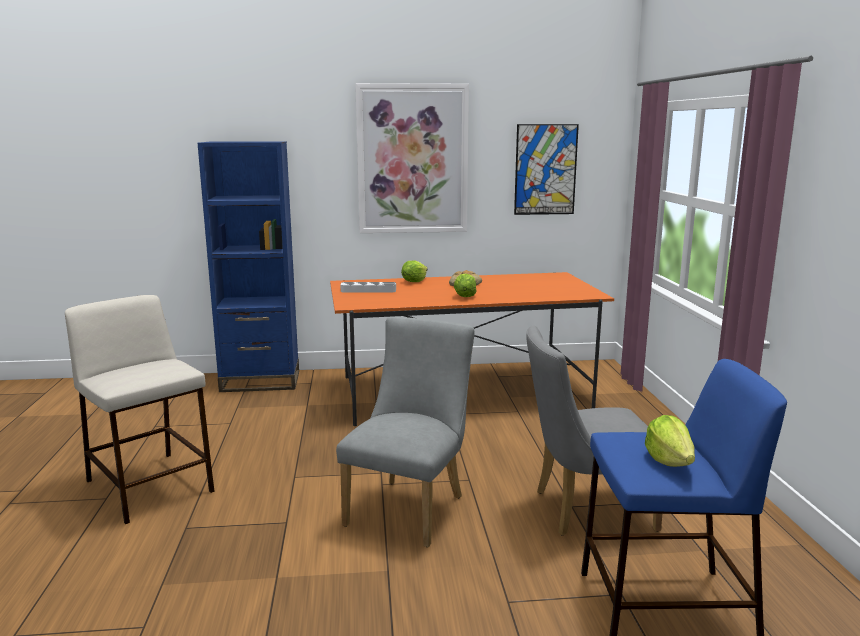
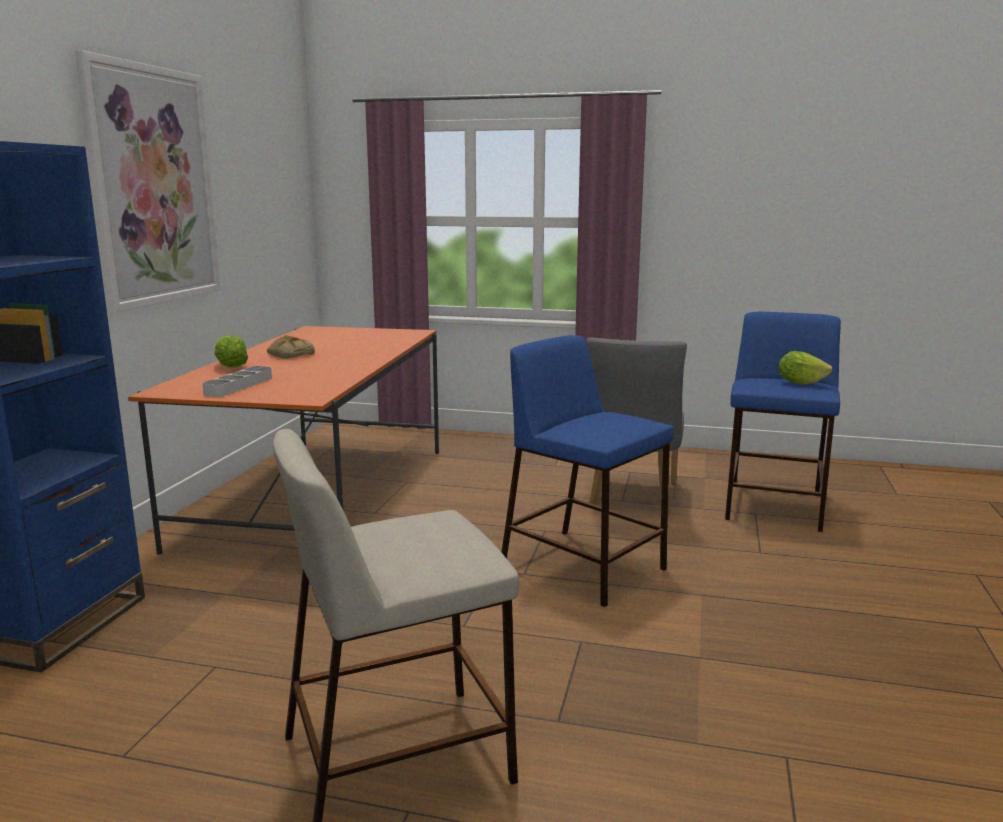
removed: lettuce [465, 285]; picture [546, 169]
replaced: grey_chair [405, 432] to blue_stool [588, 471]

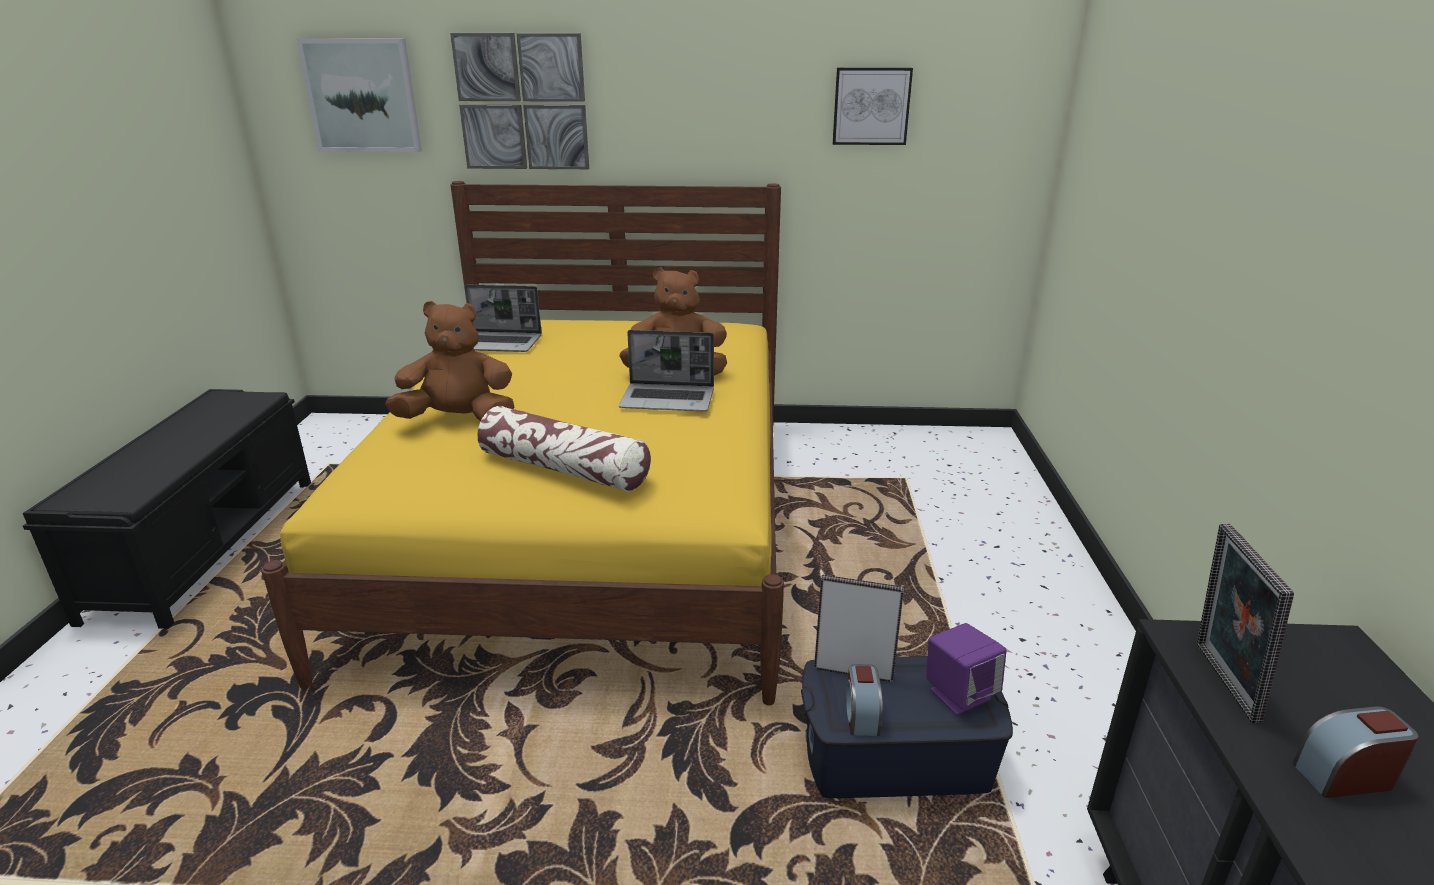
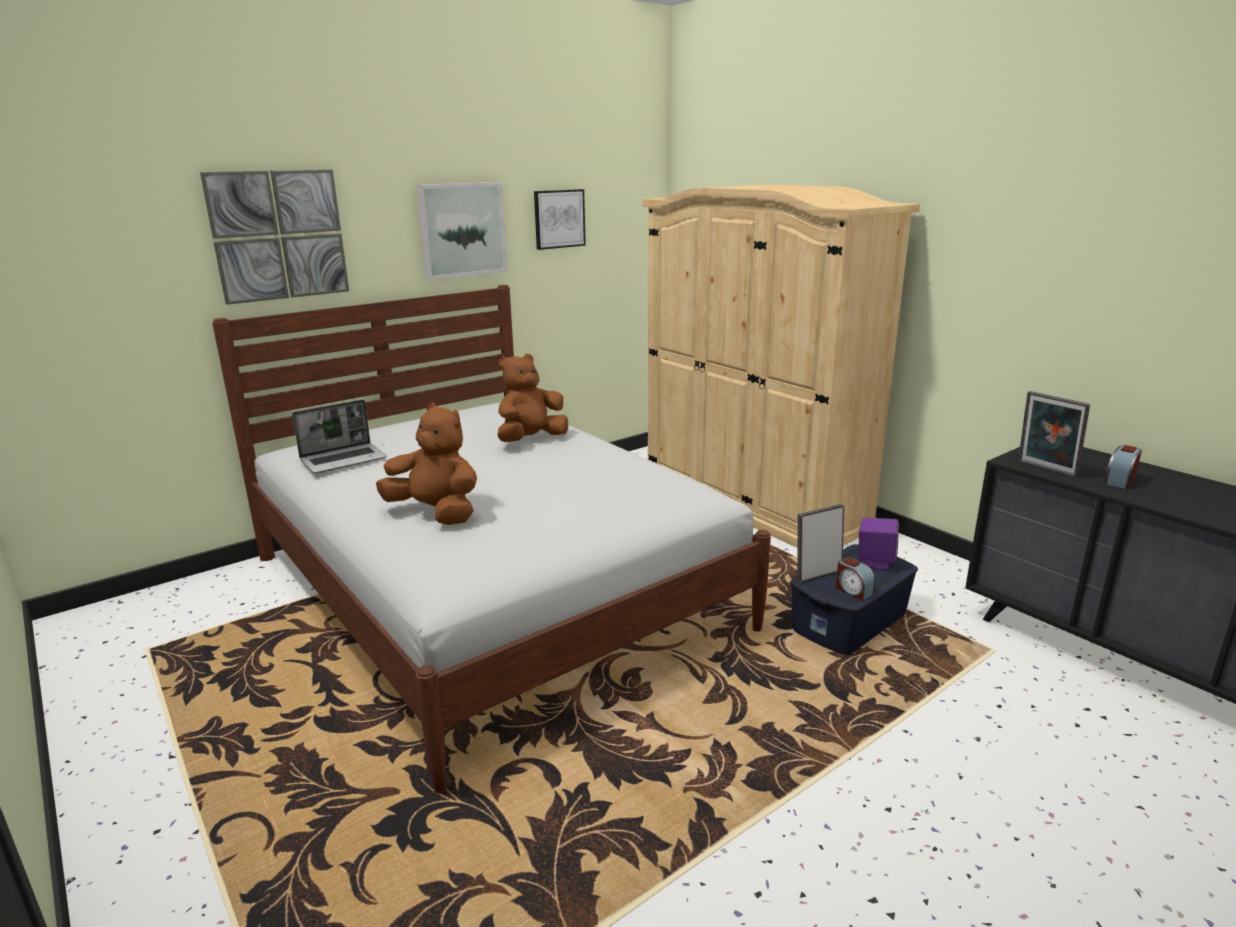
removed: black_bench [167, 509]; pillow [564, 449]; laptop [666, 370]
added: beige_wardrobe [781, 366]
moved: picture [359, 95] to [462, 231]
recoloured: yellow_bed [523, 443] to white_bed [491, 539]
turned: brown_plush_toy [449, 361] = [426, 463] 75 degrees clockwise

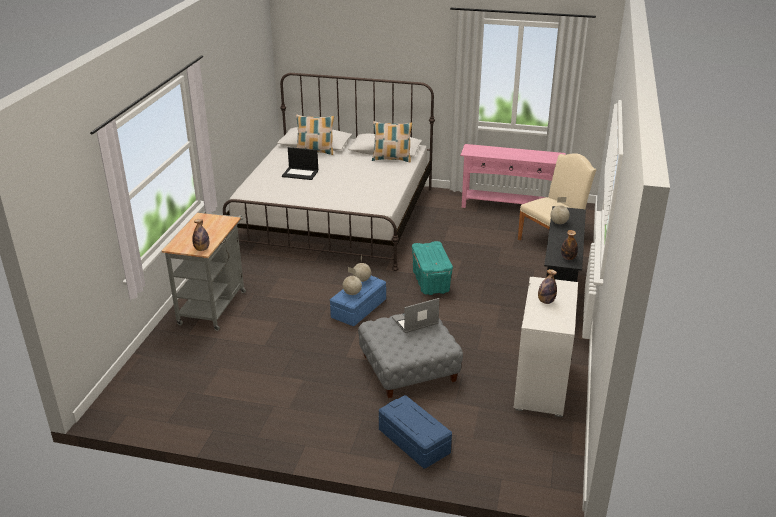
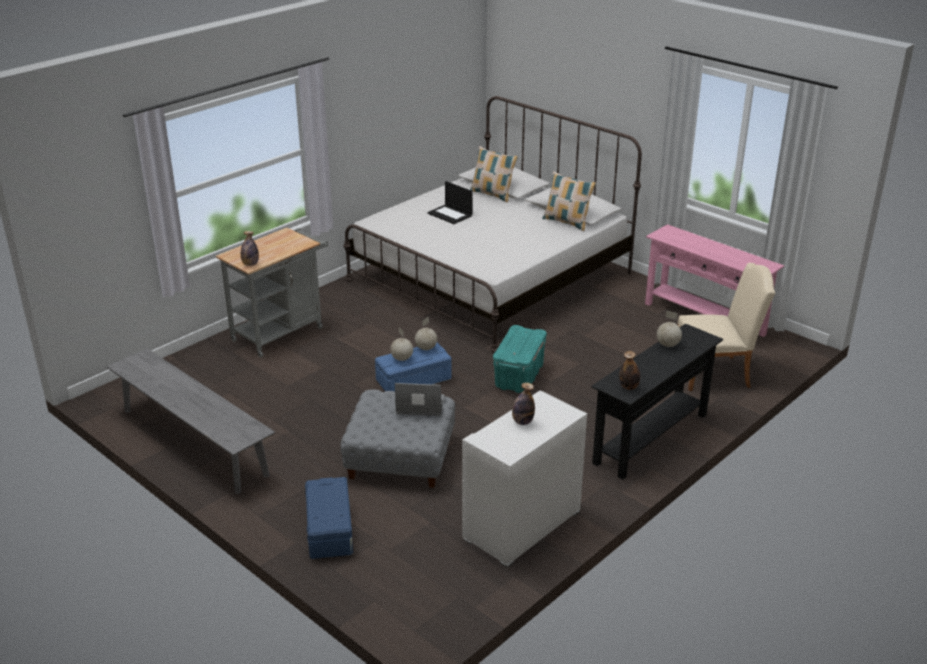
added: grey_bench [191, 421]

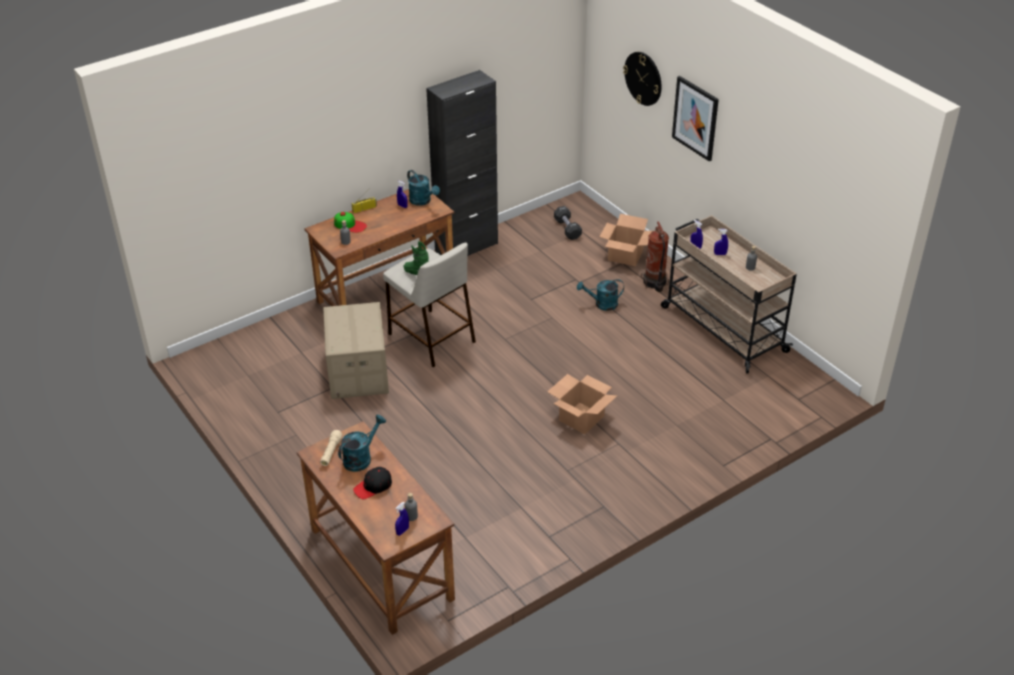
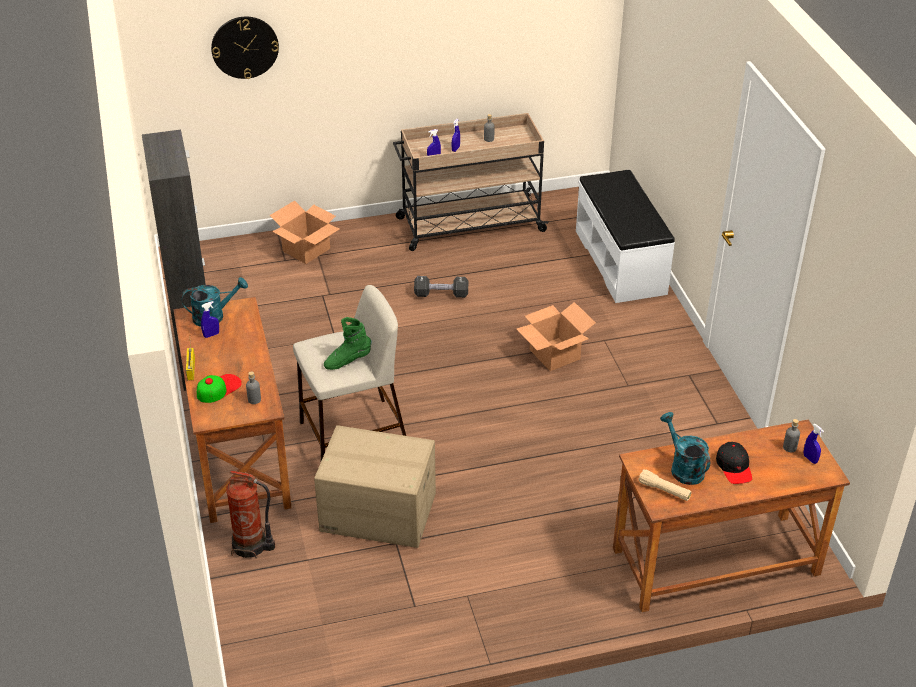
removed: turquoise_watering_can [600, 295]; picture [695, 118]
added: white_bench [625, 236]
moved: fire_extinguisher [655, 256] to [250, 515]; black_dumbbell [568, 223] to [441, 287]

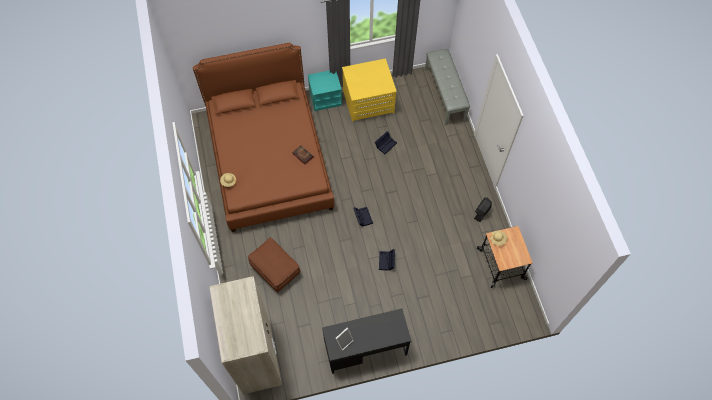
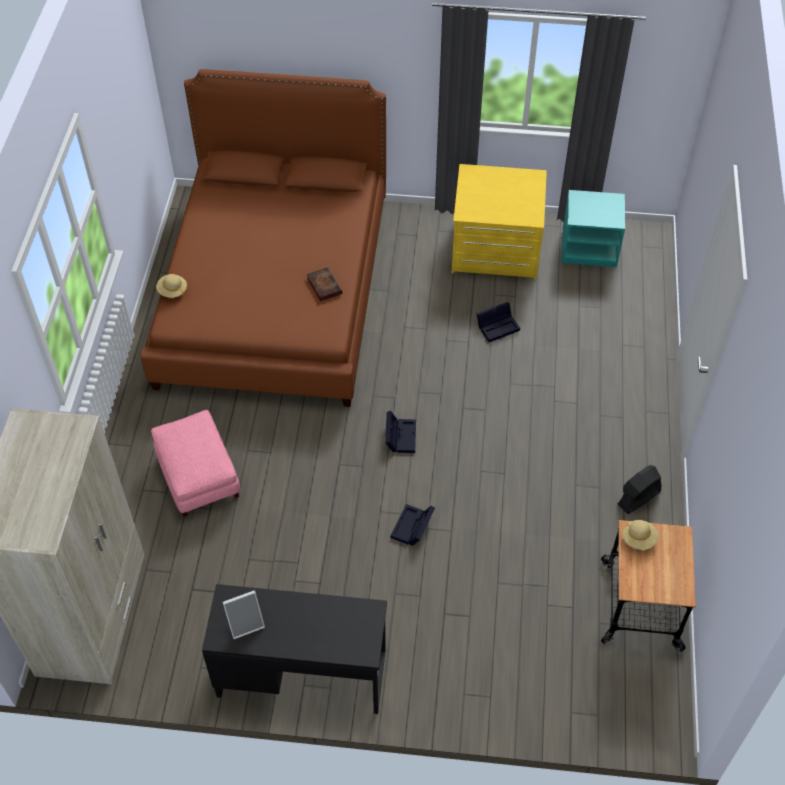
removed: grey_bench [447, 87]
moved: turquoise_nightstand [325, 90] to [593, 228]
recoloured: brown_ottoman [274, 265] to pink_ottoman [195, 463]

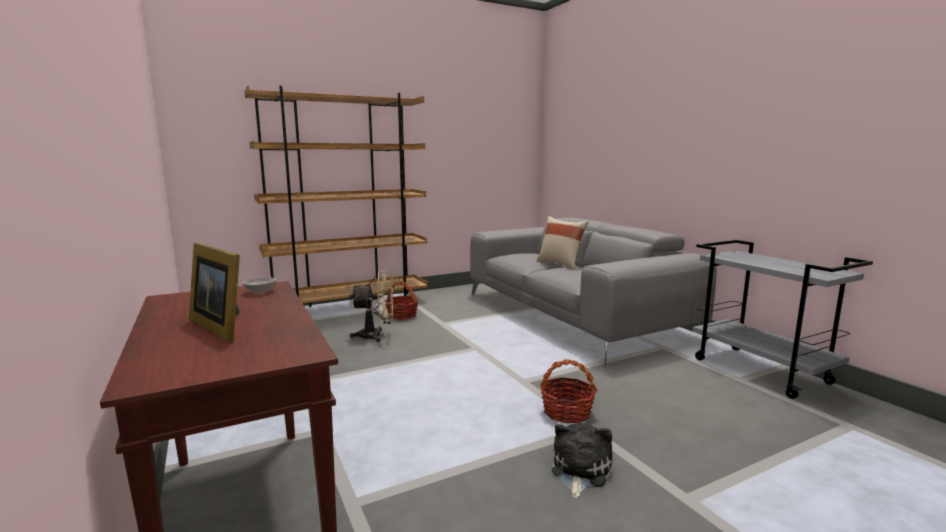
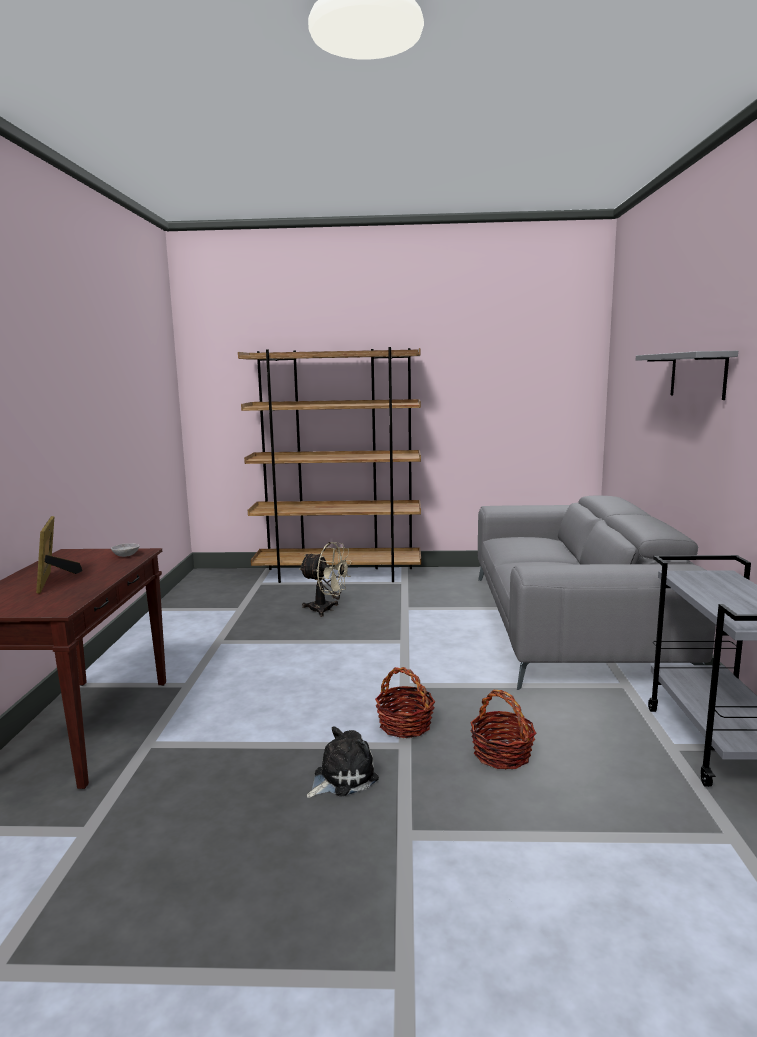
removed: beige_pillow [563, 243]
added: grey_shelf [687, 375]
moved: basket [402, 300] to [503, 729]

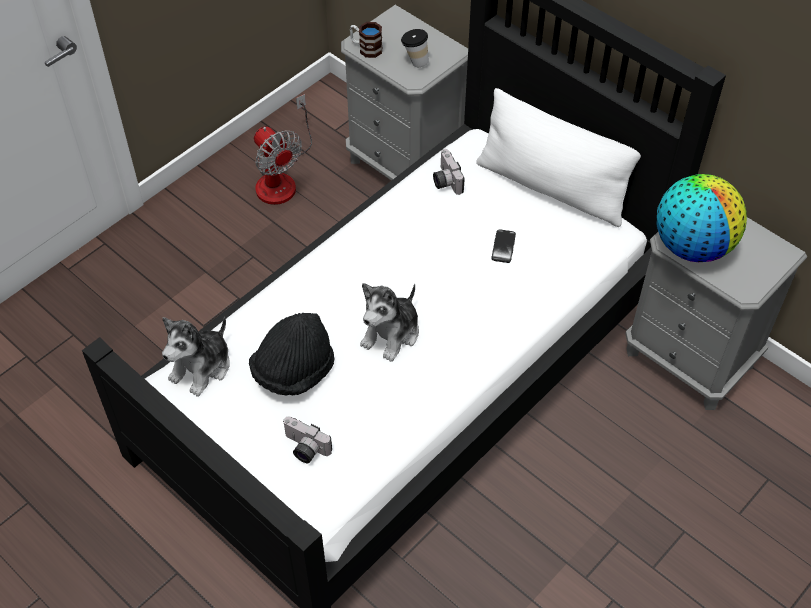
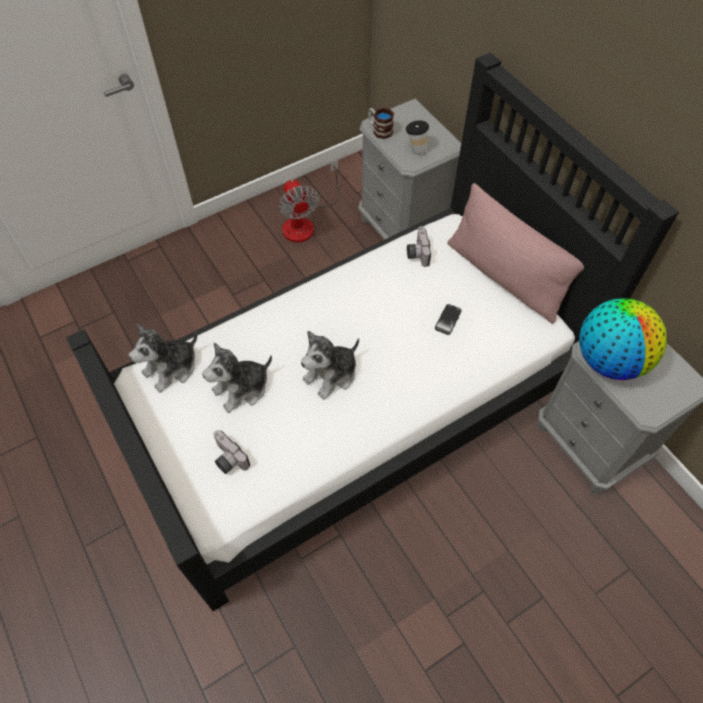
replaced: black_hat [292, 354] to plush_toy [237, 377]
recoloured: white_pillow [558, 157] to pink_pillow [515, 253]

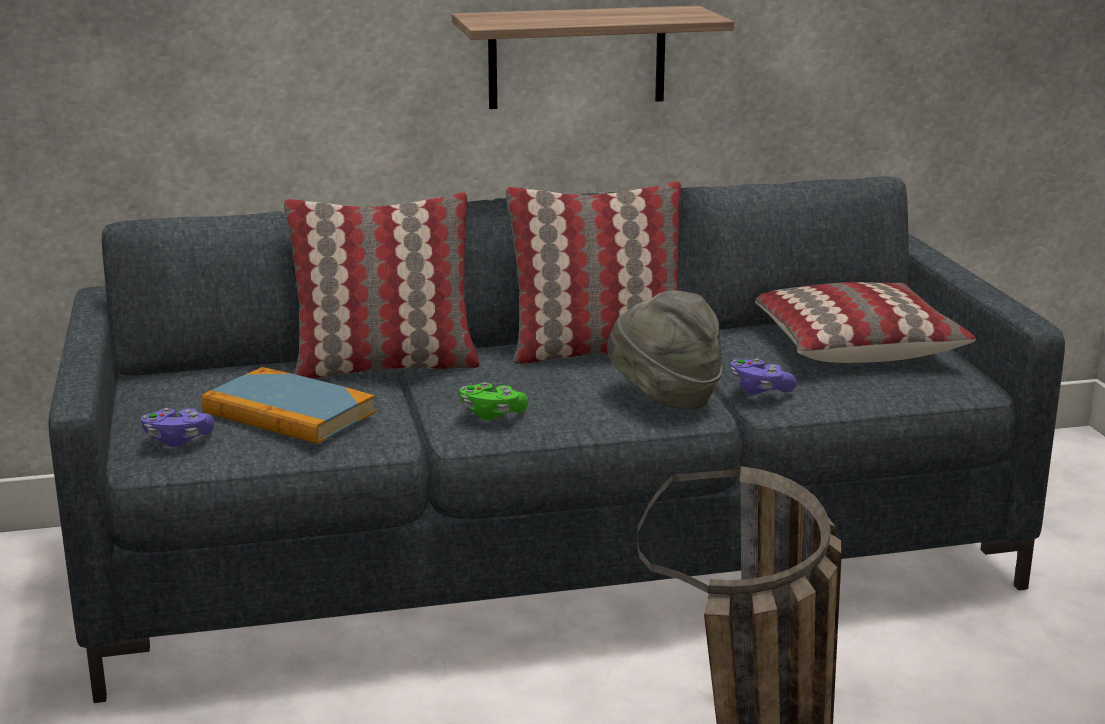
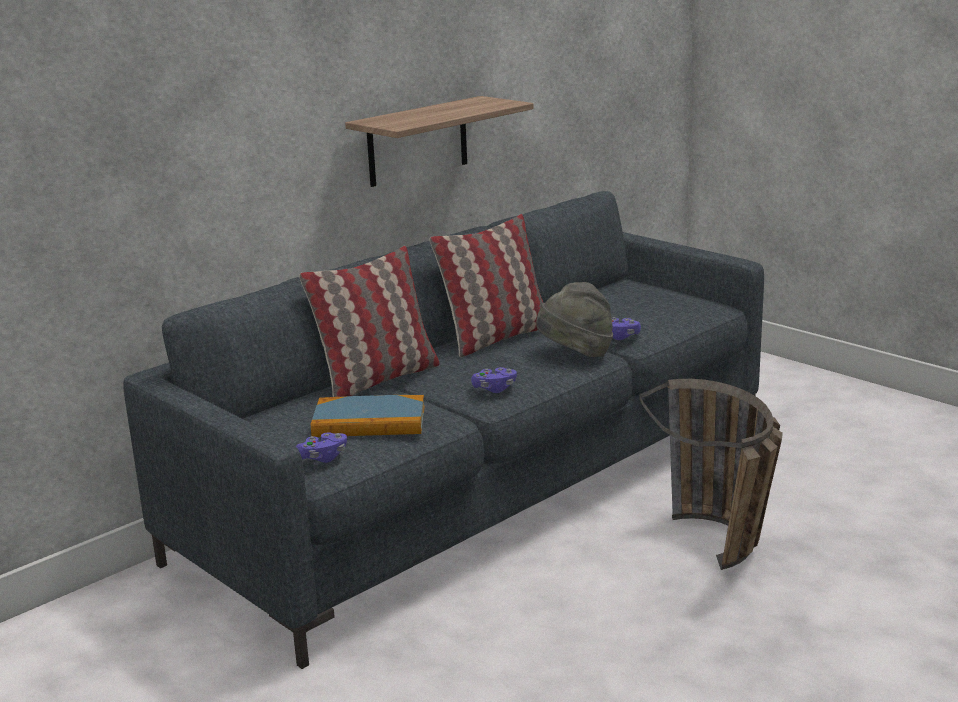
removed: pillow [865, 322]
recoloured: green_game_controller [494, 401] to purple_game_controller [494, 380]

